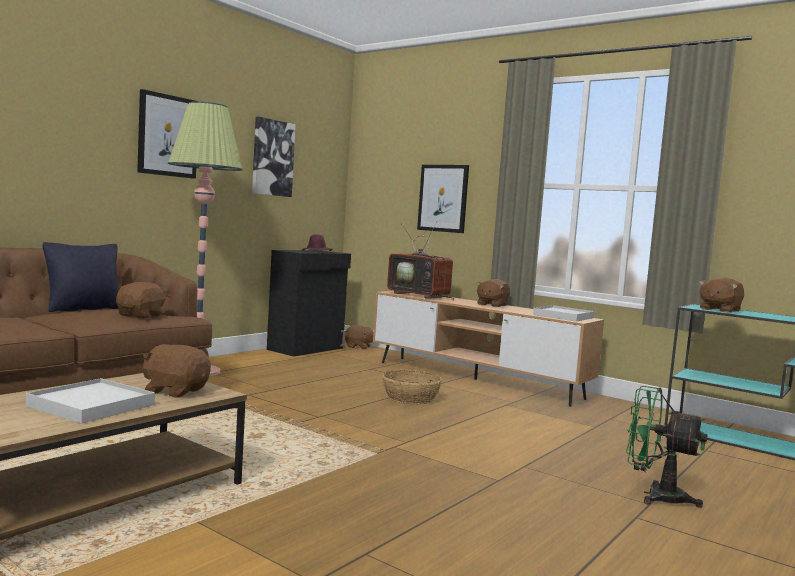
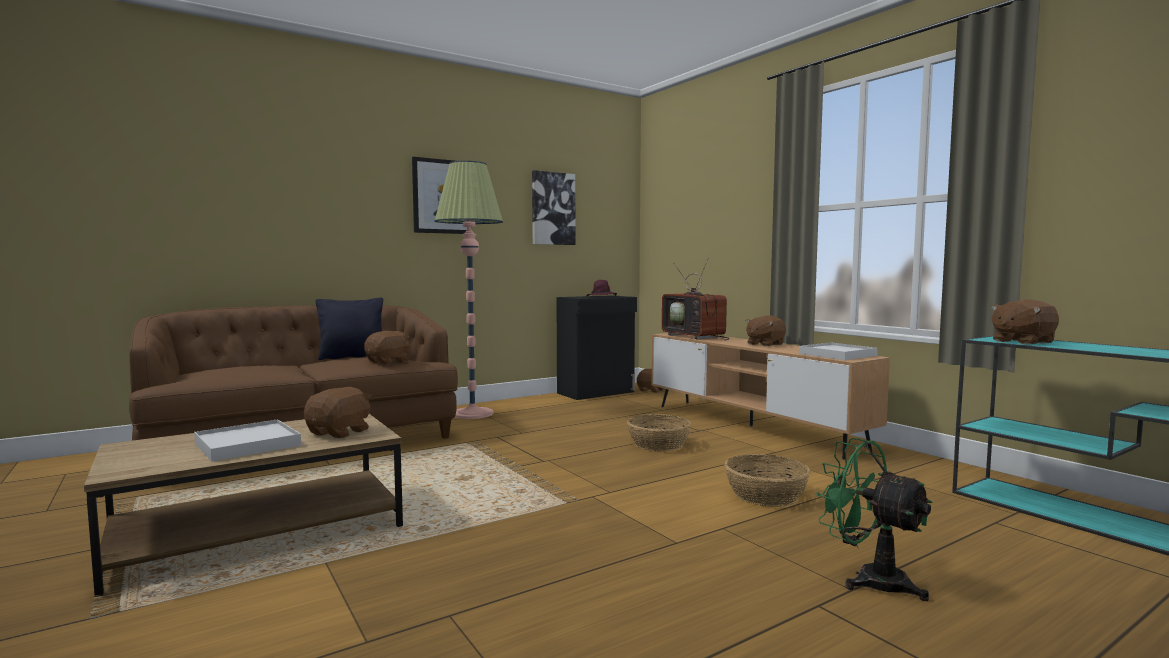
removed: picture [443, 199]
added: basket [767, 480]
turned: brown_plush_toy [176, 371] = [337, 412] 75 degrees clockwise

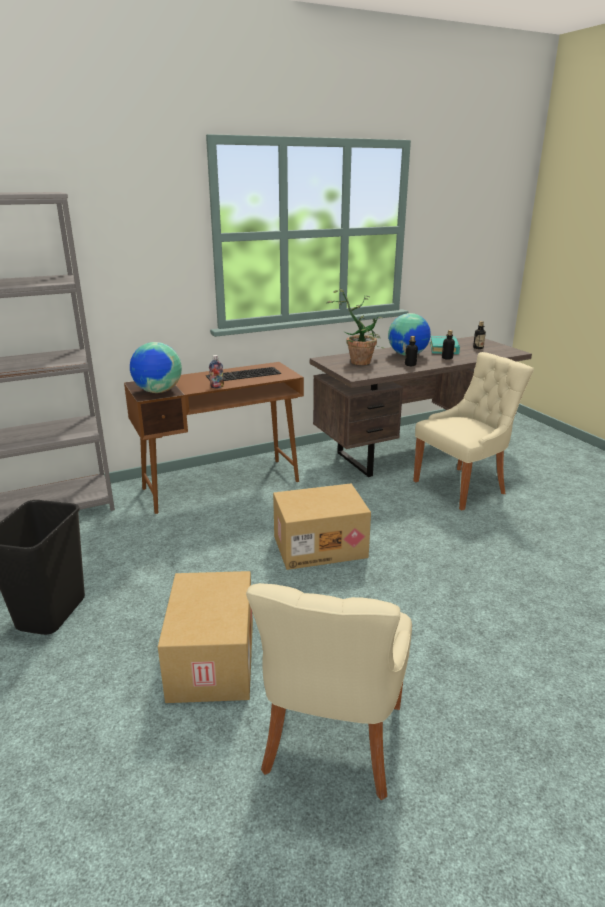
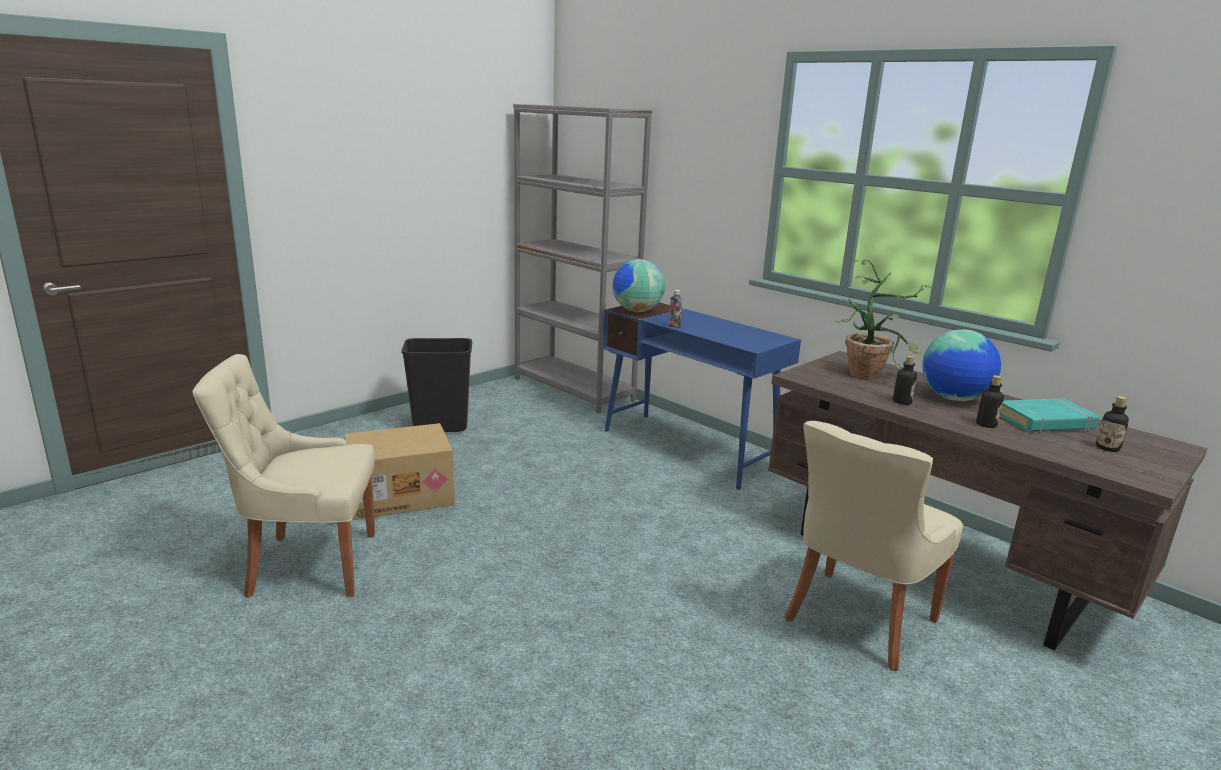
removed: keyboard [243, 374]; cardboard_box [322, 527]
recoloured: brown_desk [214, 438] to blue_desk [702, 396]
turned: beige_chair [473, 431] = [874, 546] 90 degrees clockwise

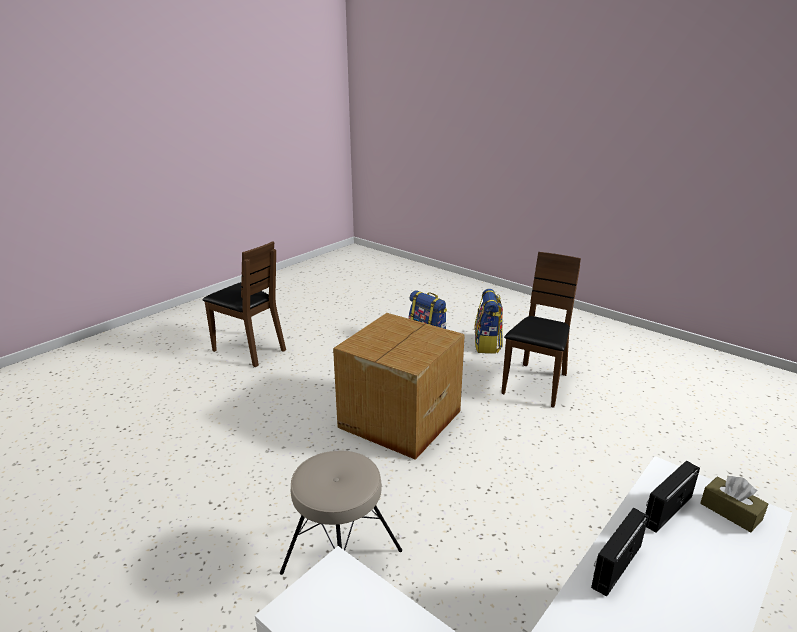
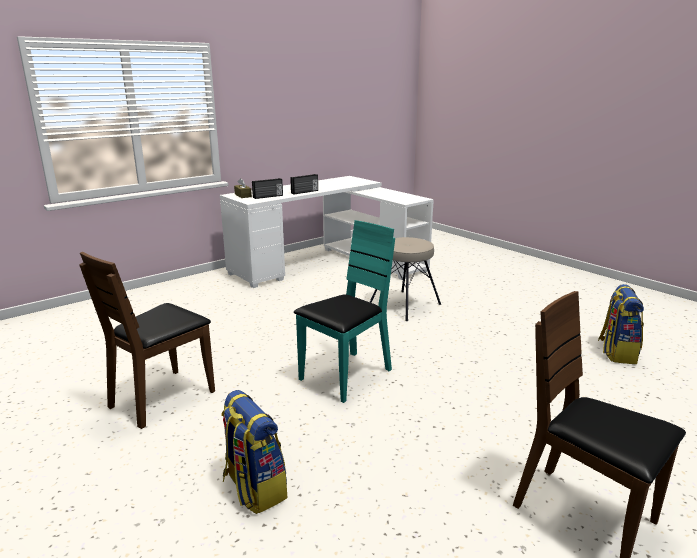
moved: backpack [488, 321] to [621, 324]
replaced: cardboard_box [399, 386] to turquoise_chair [344, 311]

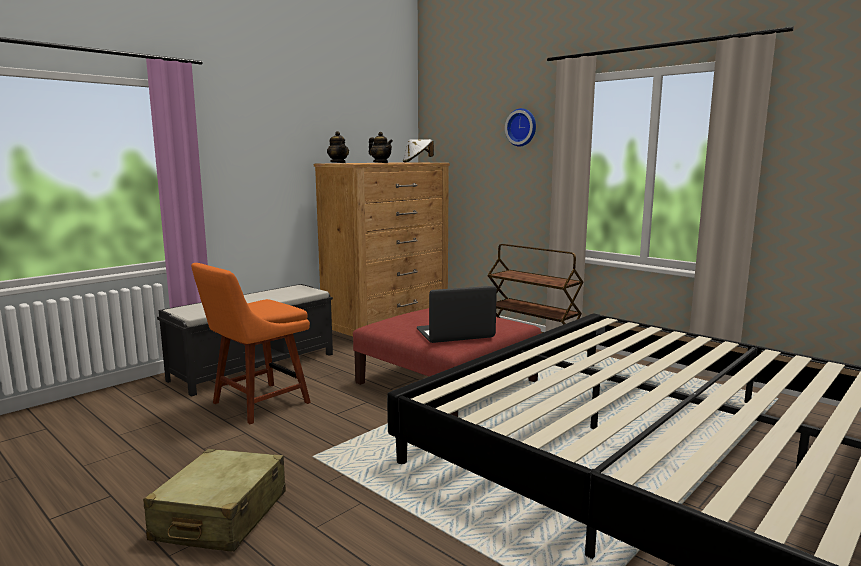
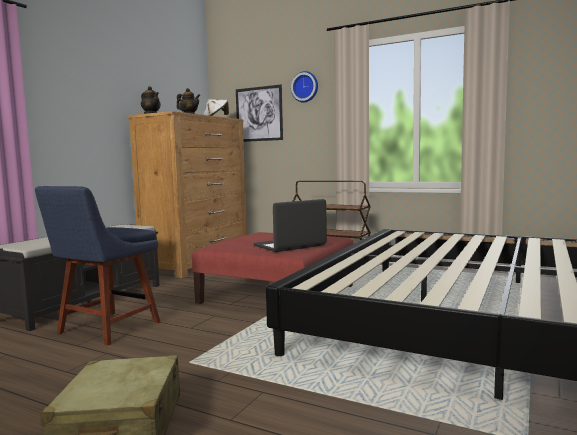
added: picture [259, 113]
recoloured: orange_chair [251, 343] to blue_chair [97, 266]

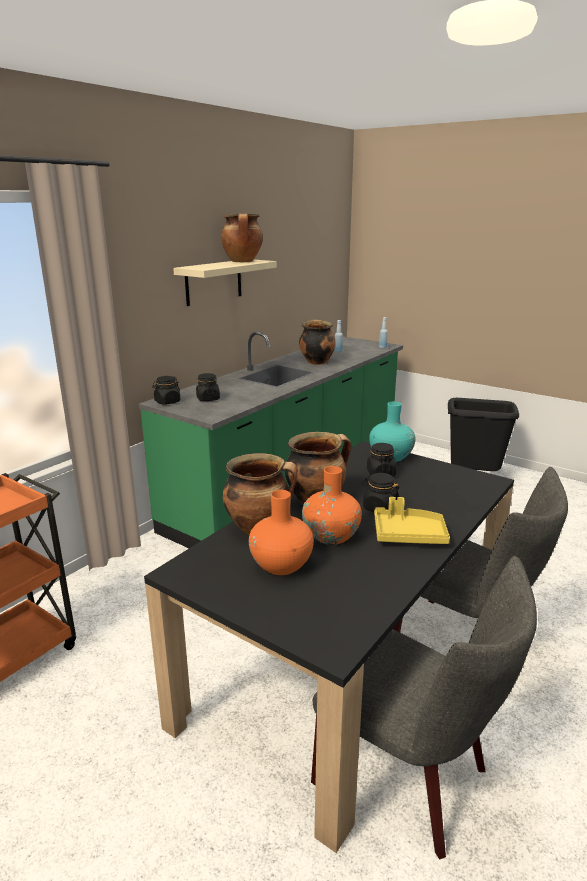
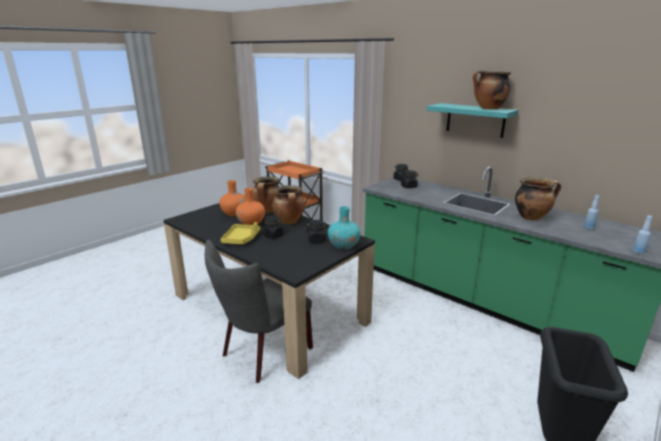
removed: grey_chair [424, 707]
recoloured: beige_shelf [225, 283] to turquoise_shelf [473, 120]

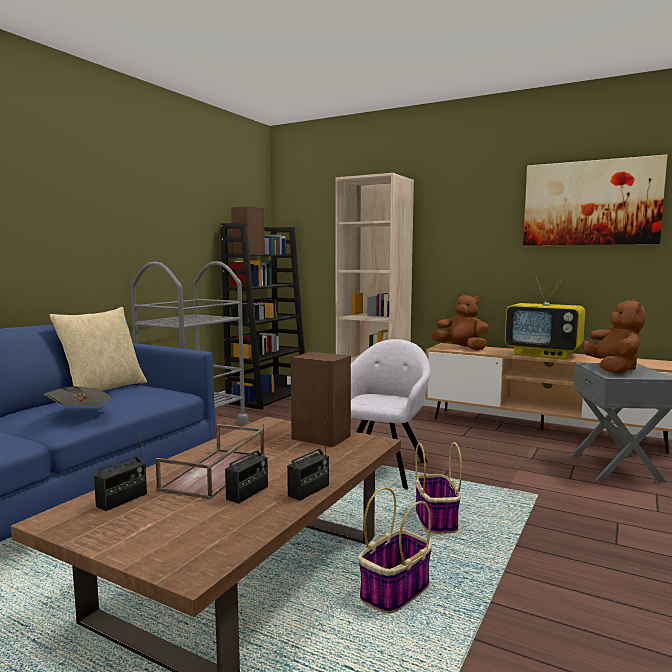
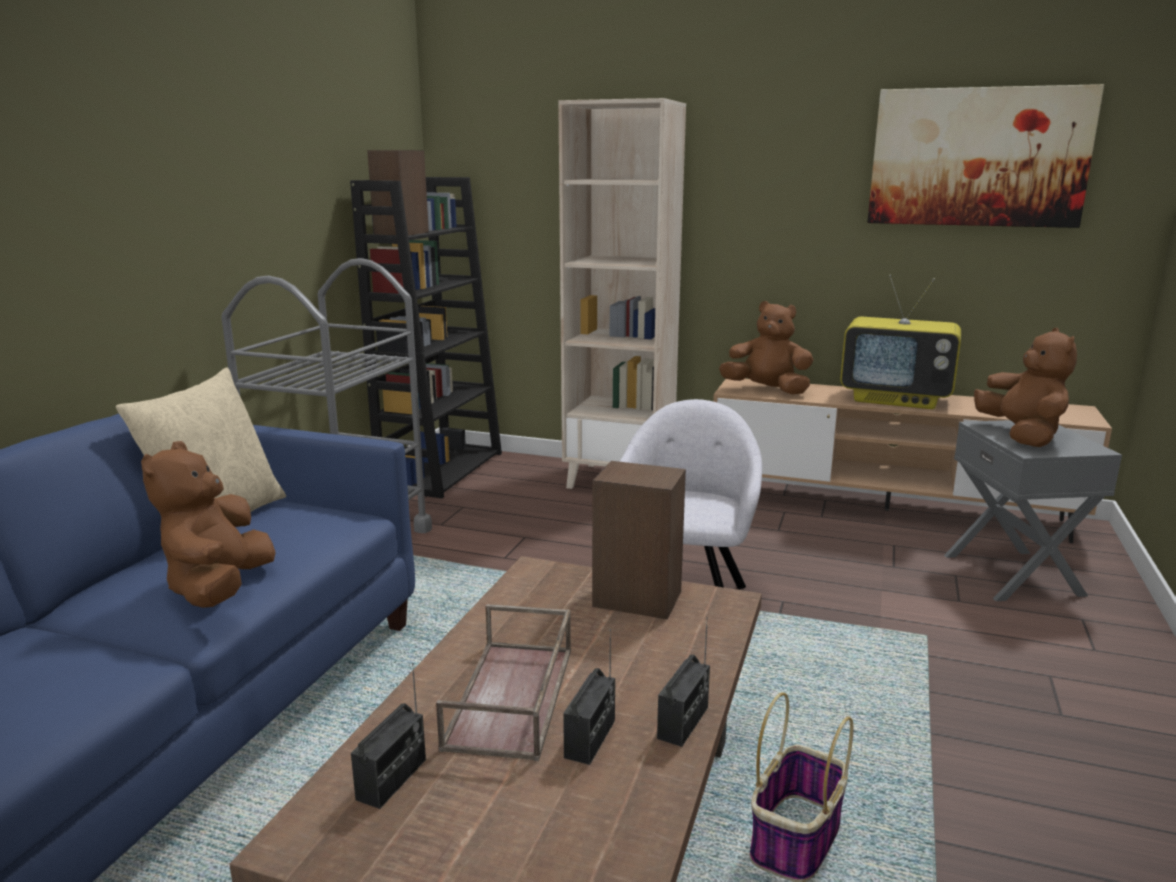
removed: basket [438, 488]
replaced: newspaper [78, 396] to brown_plush_toy [208, 524]

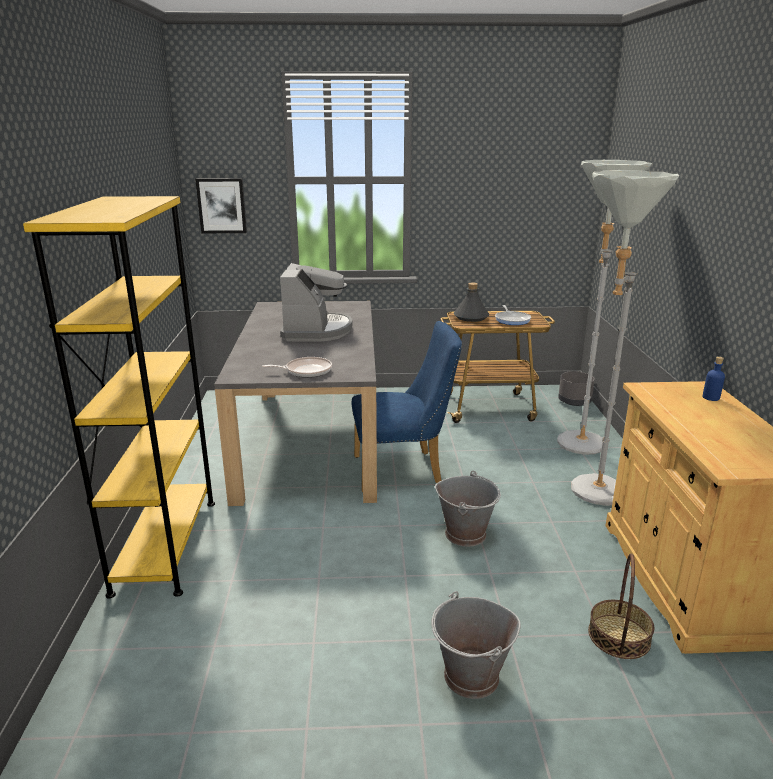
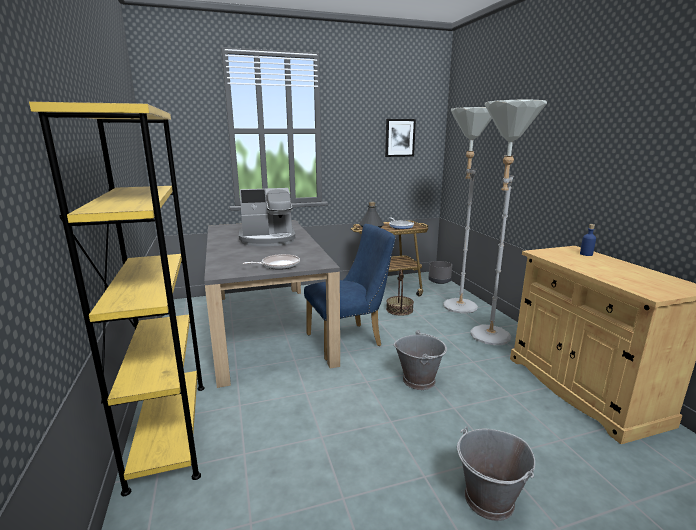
moved: picture [221, 205] to [400, 138]; basket [621, 606] to [400, 292]
turned: coffee_machine [316, 302] = [267, 217] 90 degrees clockwise

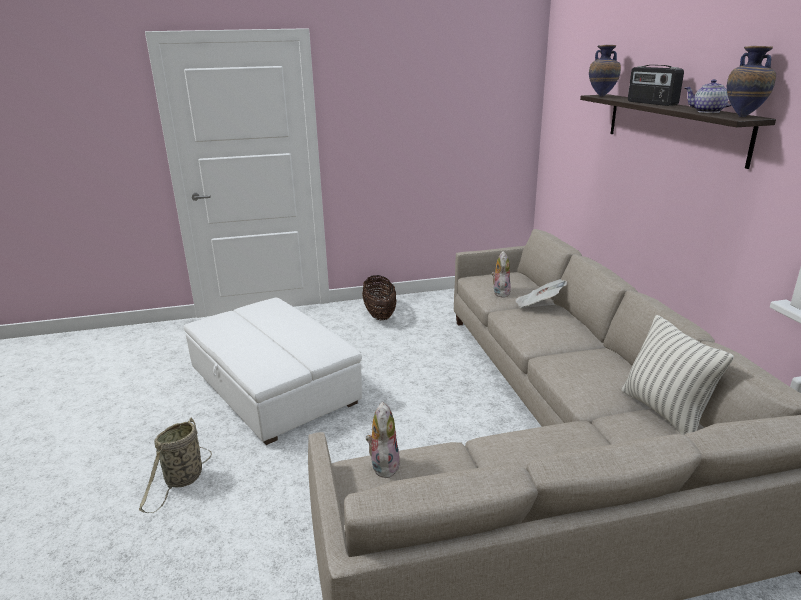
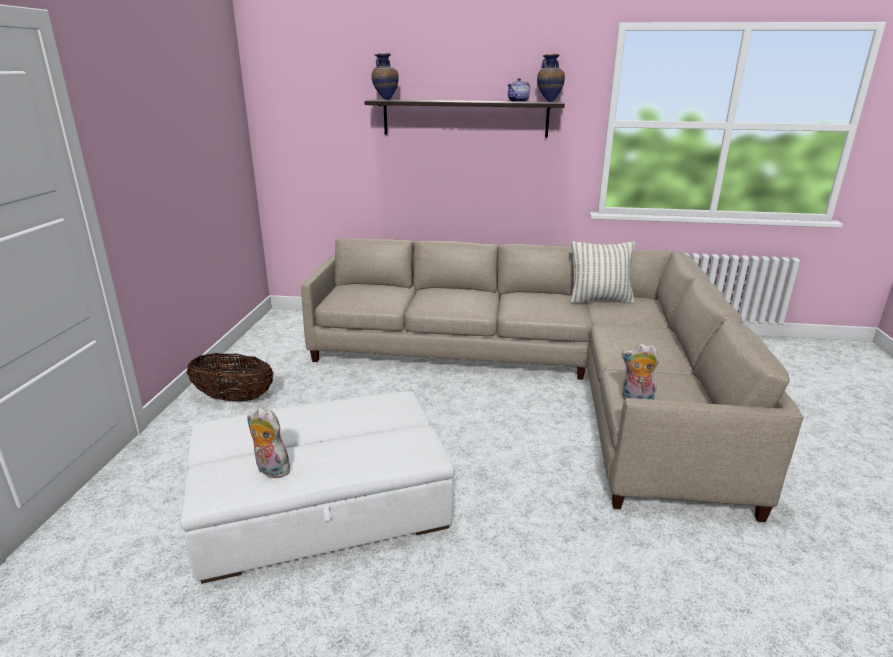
removed: basket [175, 465]; newspaper [541, 293]; radio [656, 85]
moved: plush_toy [501, 274] to [268, 442]

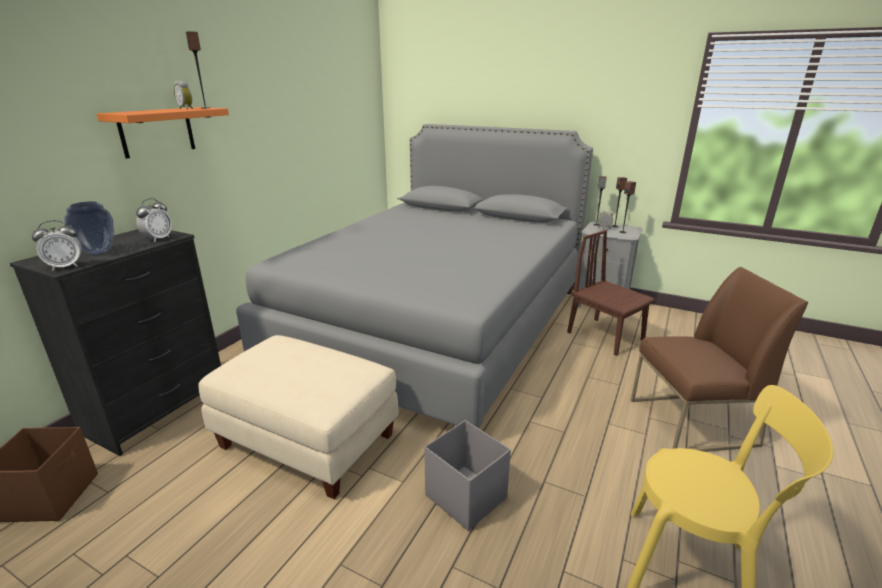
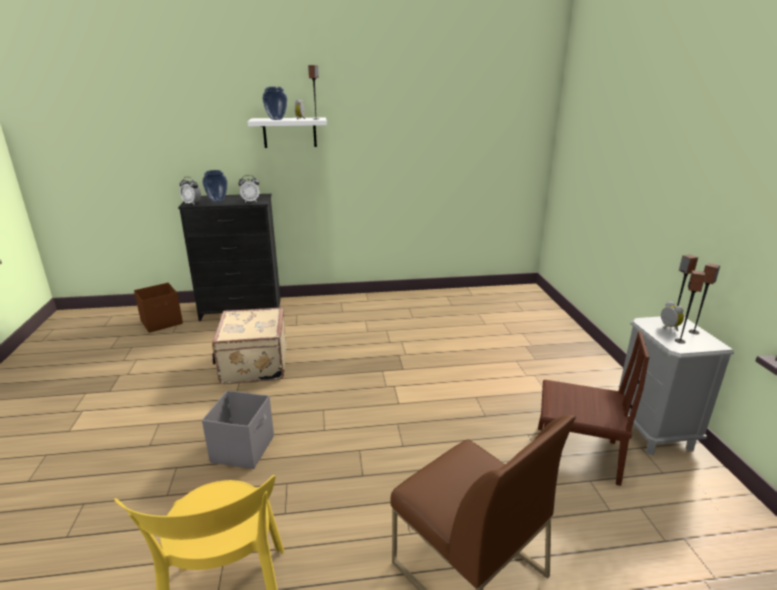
removed: grey_bed [414, 276]
added: vase [275, 103]
replaced: beige_ottoman [298, 417] to beige_suitcase [249, 345]
recoloured: orange_shelf [163, 133] to white_shelf [287, 132]
turned: brown_chair [611, 293] = [594, 408] 90 degrees clockwise

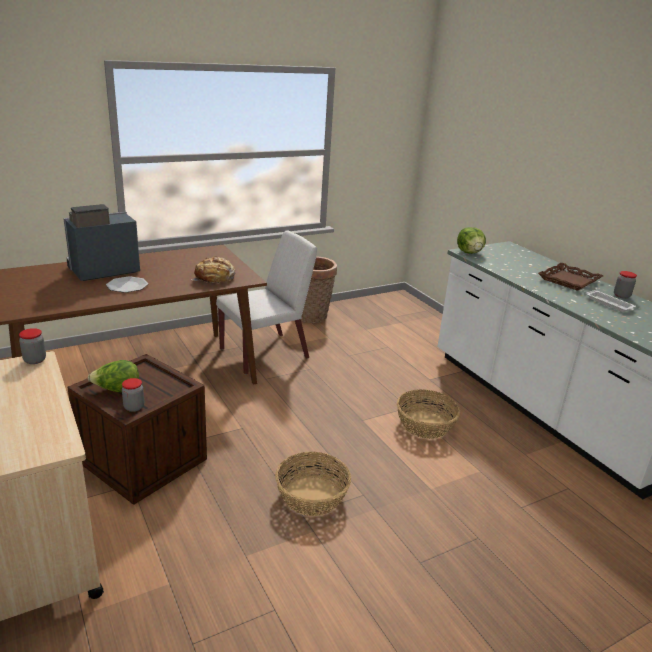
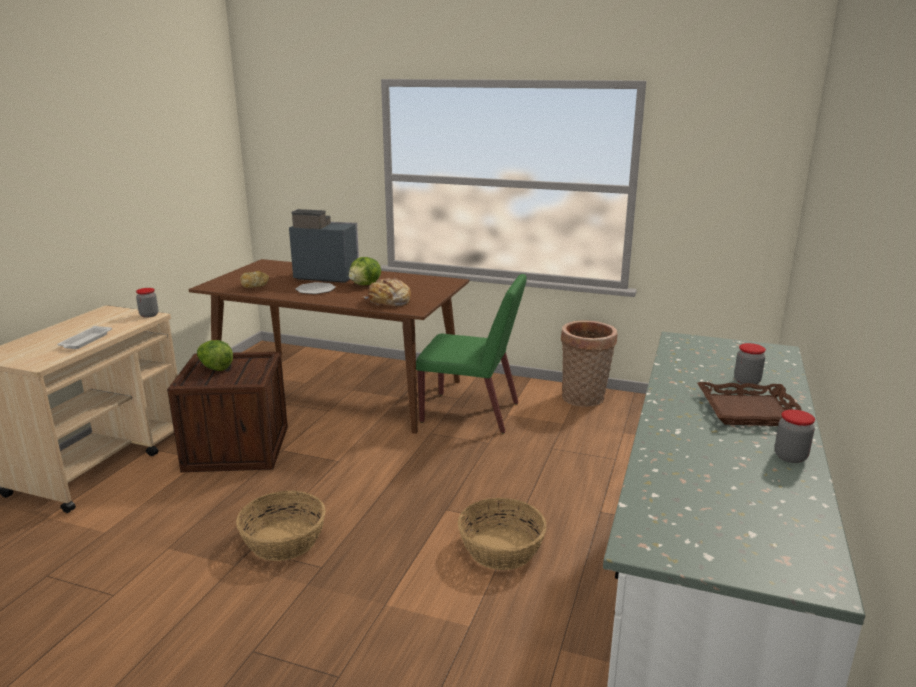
added: bread [254, 279]
moved: white_tray [611, 301] to [84, 337]; lettuce [471, 240] to [365, 271]; jar [133, 395] to [750, 364]
recoloured: white_chair [266, 302] to green_chair [471, 353]

